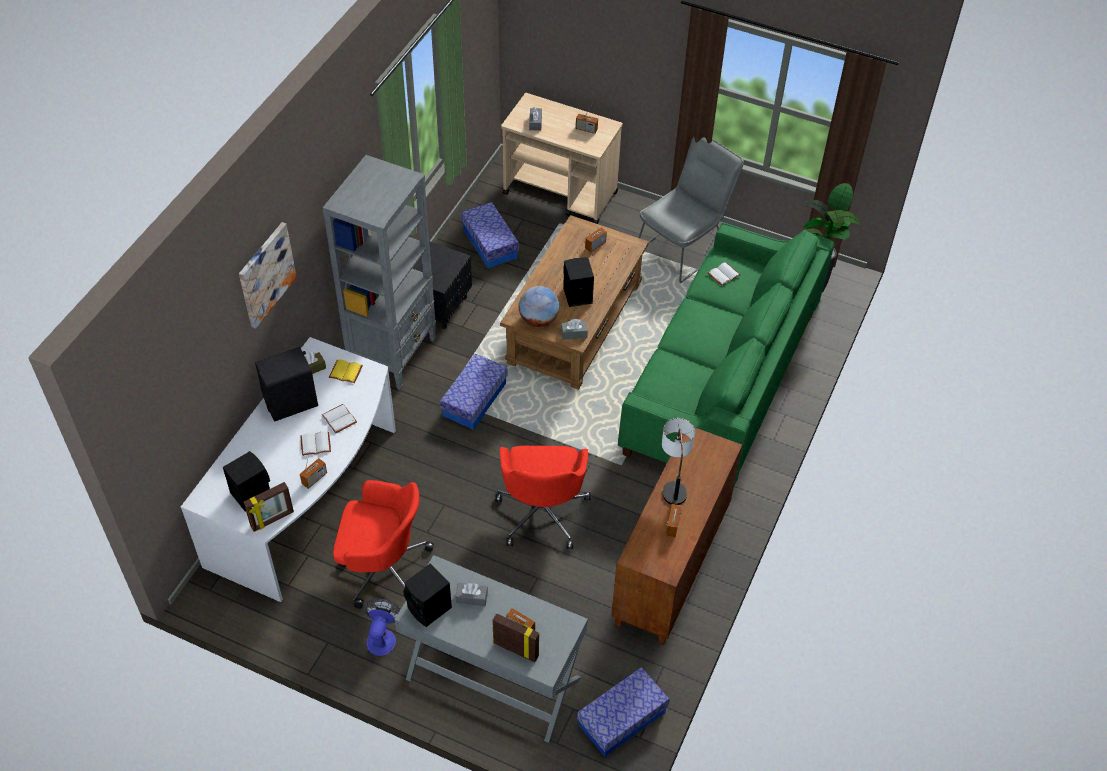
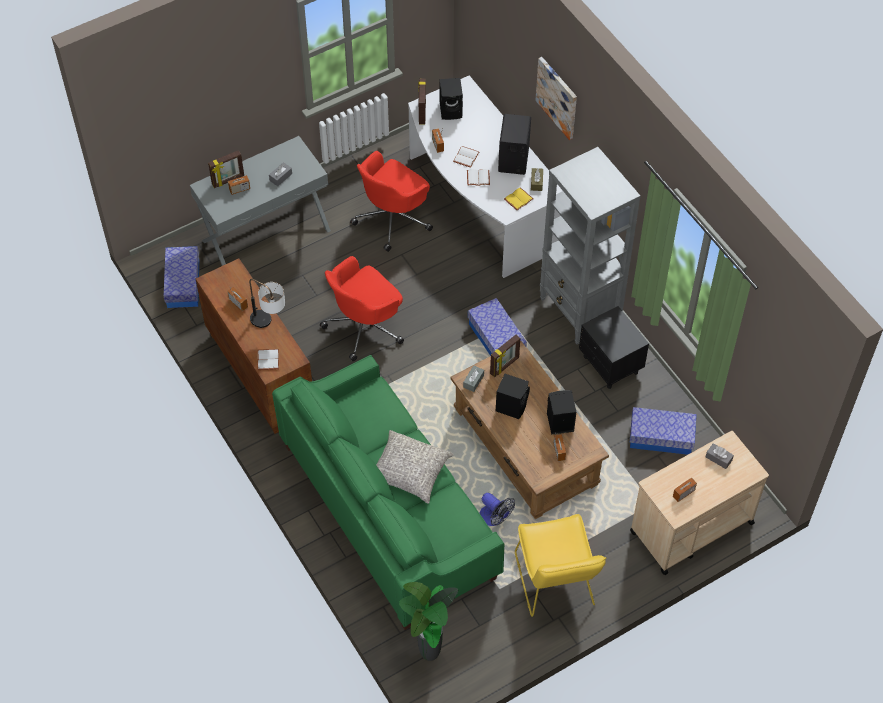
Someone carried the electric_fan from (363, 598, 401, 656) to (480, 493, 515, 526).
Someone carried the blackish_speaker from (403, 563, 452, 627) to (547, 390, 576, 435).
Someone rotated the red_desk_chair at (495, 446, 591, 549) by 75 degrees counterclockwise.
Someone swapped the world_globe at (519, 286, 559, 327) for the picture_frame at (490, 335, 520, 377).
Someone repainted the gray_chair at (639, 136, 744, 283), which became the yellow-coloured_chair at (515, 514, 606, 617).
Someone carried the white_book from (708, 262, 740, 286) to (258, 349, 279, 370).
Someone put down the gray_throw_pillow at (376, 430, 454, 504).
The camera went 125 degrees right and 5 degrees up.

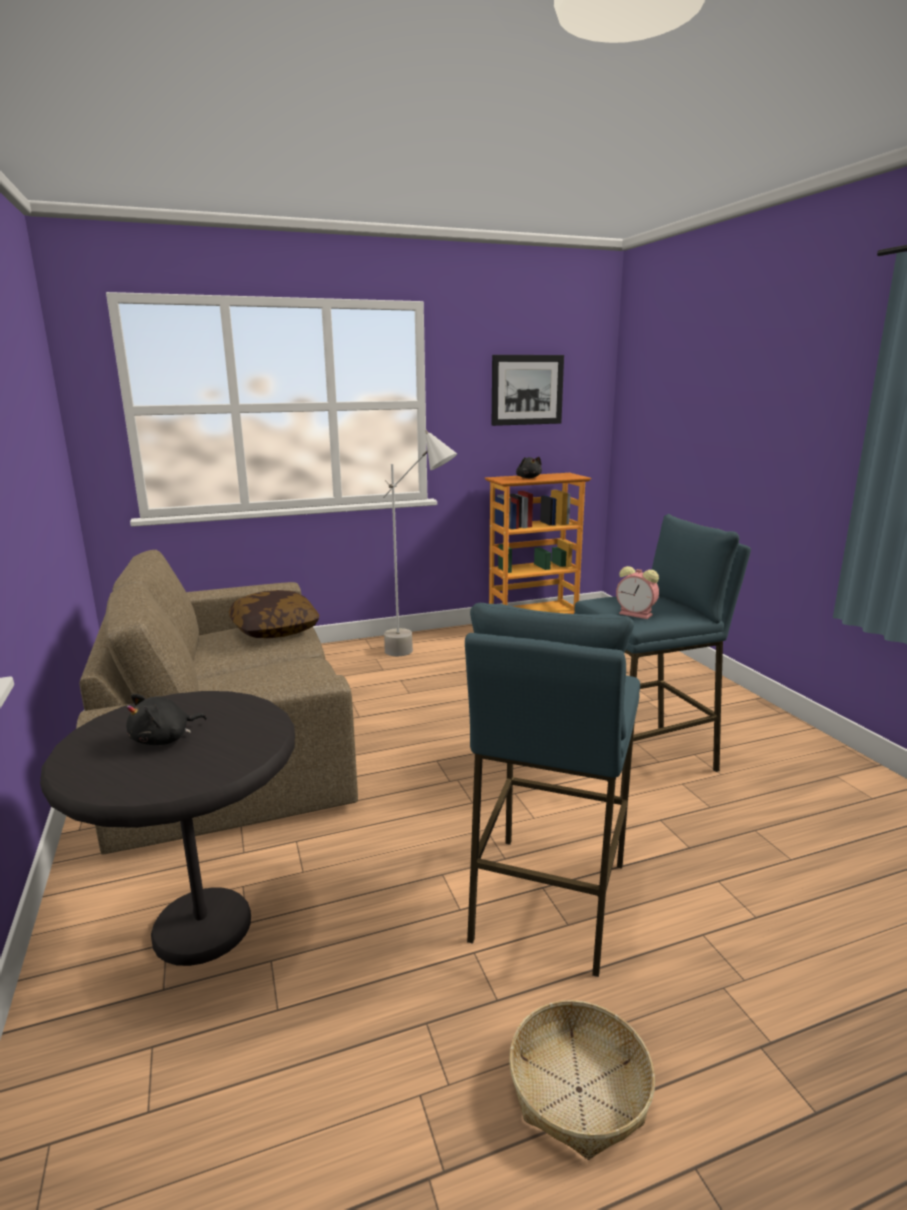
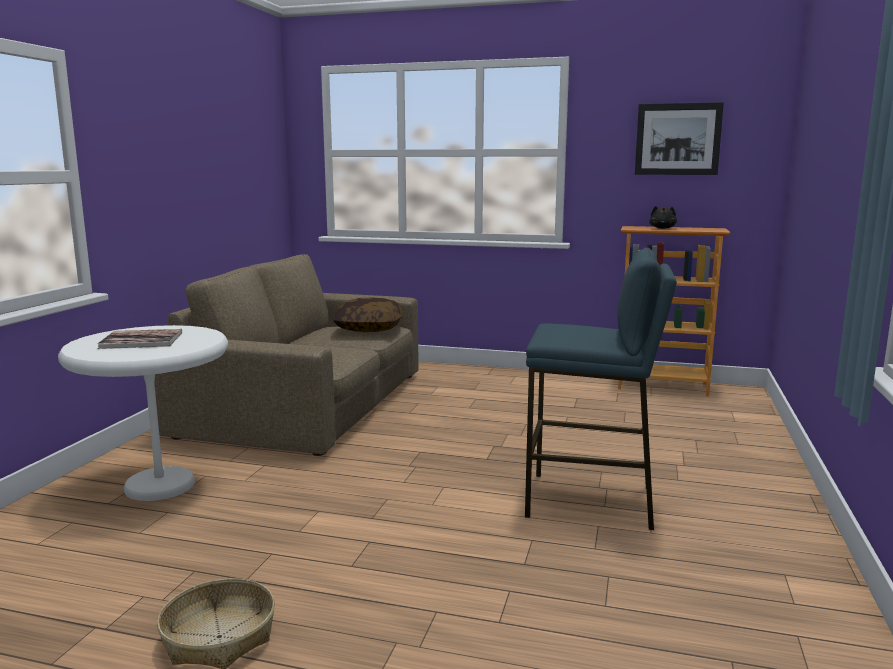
Someone repainted the blackish_side_table at (40, 691, 295, 966), which became the white_side_table at (58, 325, 228, 501).
Someone swapped the blackish_soft_toy at (126, 694, 207, 745) for the book at (97, 329, 182, 349).
Someone took away the gray_standing_lamp at (383, 430, 457, 656).
Someone took away the blue-coloured_stool_seat at (465, 603, 640, 977).
Someone took away the bedside_clock at (616, 566, 659, 619).
The camera went 35 degrees right and 5 degrees down.

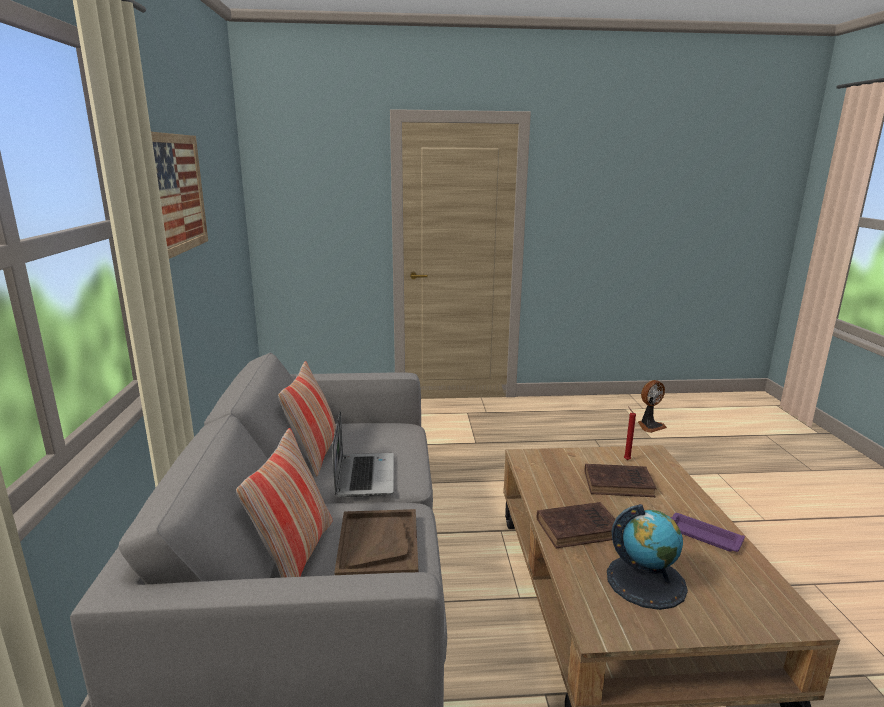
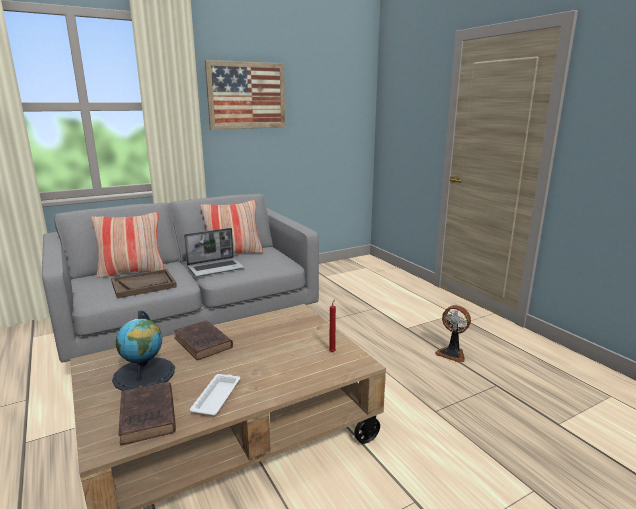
Someone carried the brown-coloured_book from (584, 464, 657, 497) to (118, 382, 176, 445).
Someone carried the electric_fan from (638, 380, 667, 433) to (435, 305, 471, 363).
Someone repainted the purple-coloured_tray at (671, 513, 745, 552), which became the white_tray at (189, 374, 240, 415).
The camera went 65 degrees right and 0 degrees up.

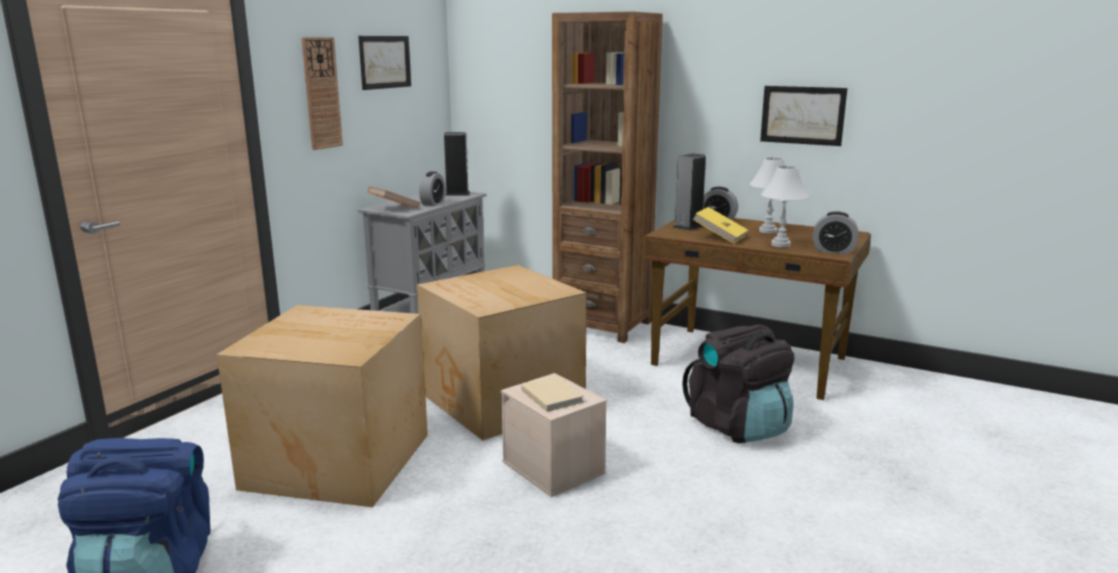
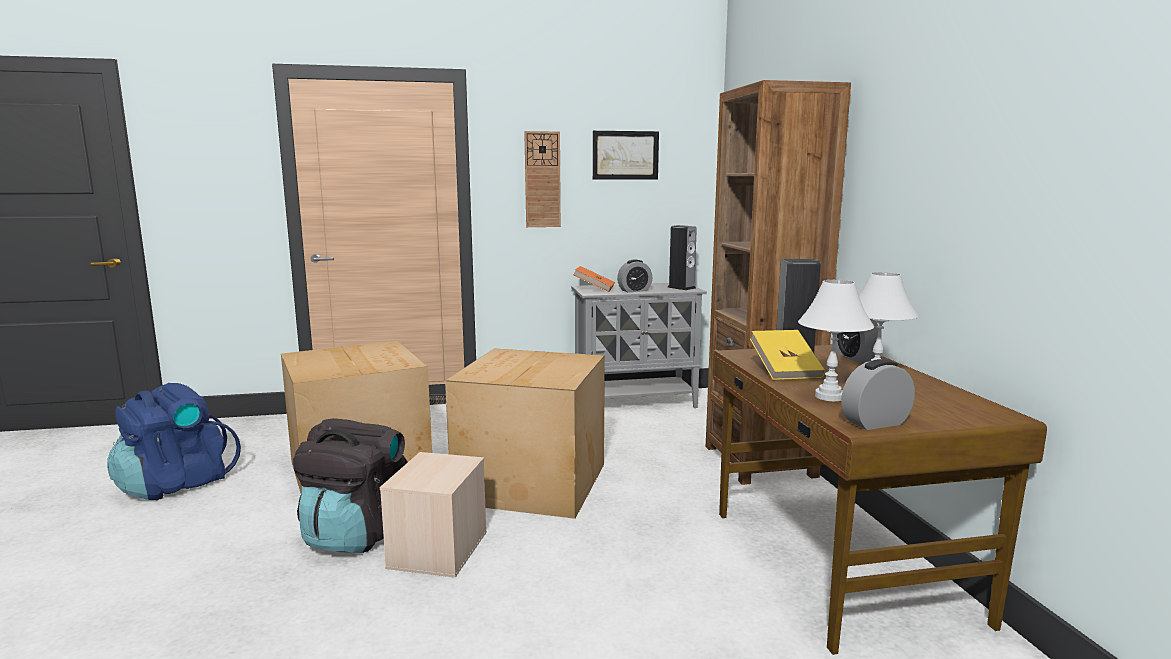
Someone took away the beige_book at (521, 376, 584, 412).
Someone carried the blackish_backpack from (682, 324, 794, 443) to (293, 418, 408, 553).
Someone took away the wall_picture at (760, 86, 848, 146).
Someone rotated the bedside_clock at (813, 211, 859, 254) by 90 degrees clockwise.
The camera went 50 degrees right and 5 degrees down.

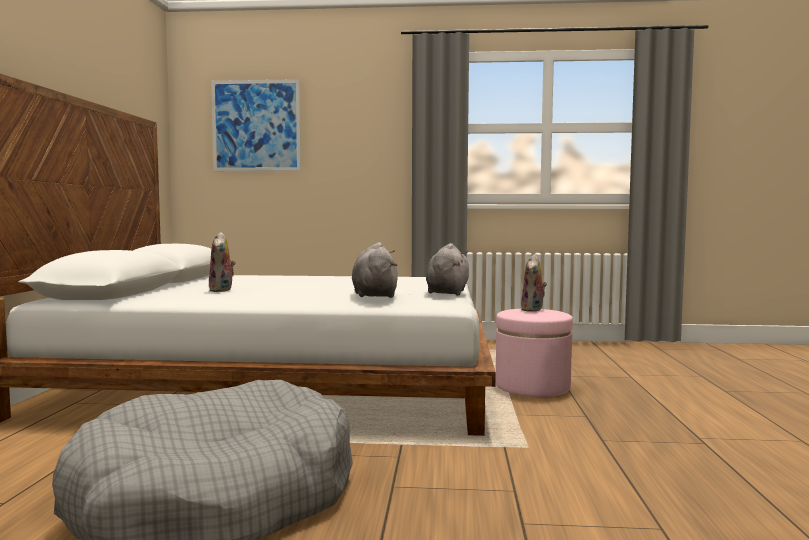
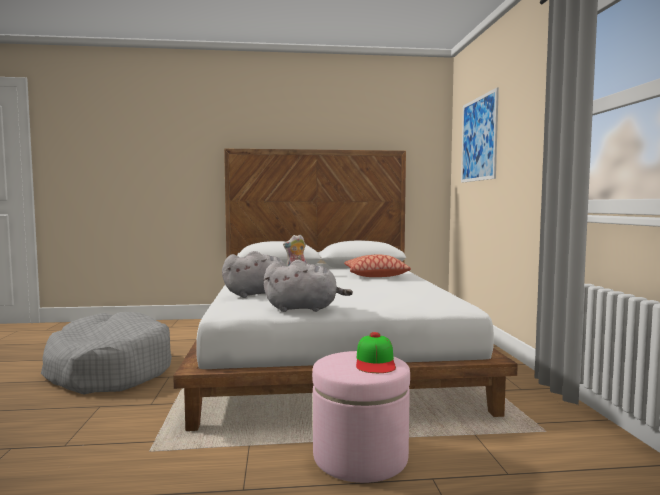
Someone swapped the soft_toy at (521, 254, 547, 312) for the peaked_cap at (356, 332, 396, 373).
Someone put down the throw_pillow at (344, 255, 411, 277).
The camera went 80 degrees right and 0 degrees up.

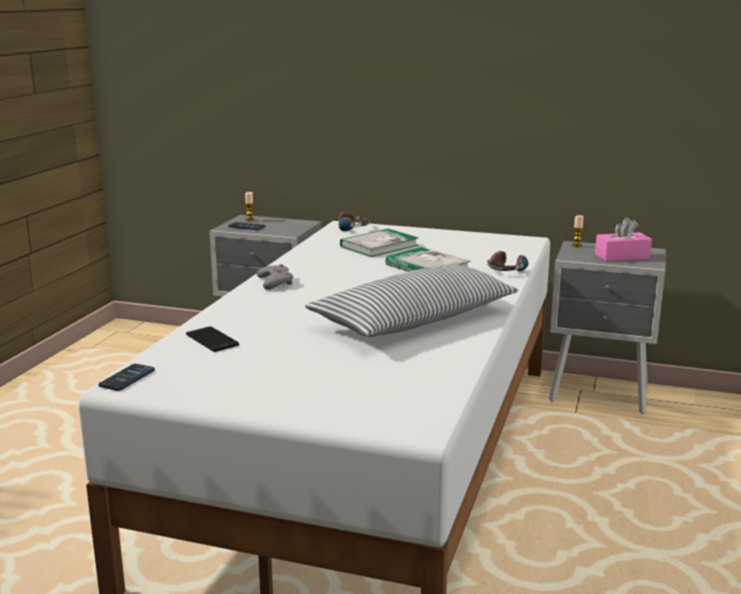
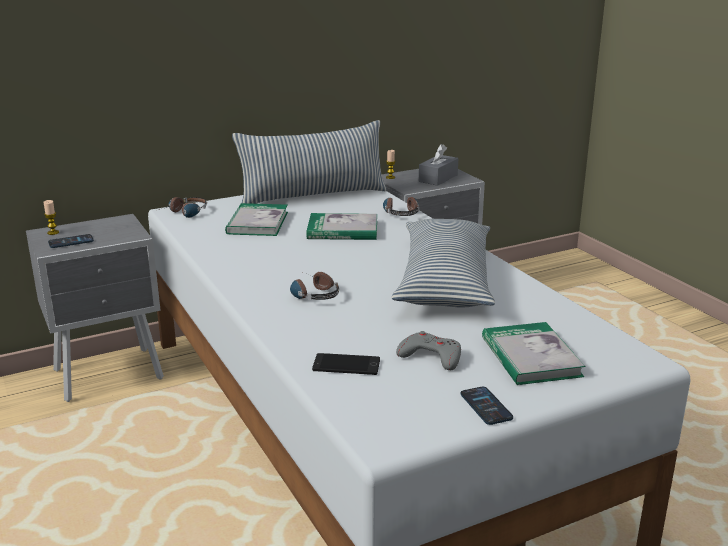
Someone carried the telephone from (99, 364, 155, 391) to (461, 387, 513, 425).
Someone carried the gray_gamepad from (257, 264, 293, 290) to (396, 331, 461, 370).
Someone repainted the pink-coloured_box_of_tissues at (595, 217, 652, 262), which became the gray_box_of_tissues at (419, 144, 458, 186).
Someone put down the throw_pillow at (232, 120, 387, 204).
Someone put down the pair_of_headphones at (290, 272, 339, 300).
Someone put down the book at (482, 322, 586, 385).
The camera went 45 degrees left and 5 degrees up.

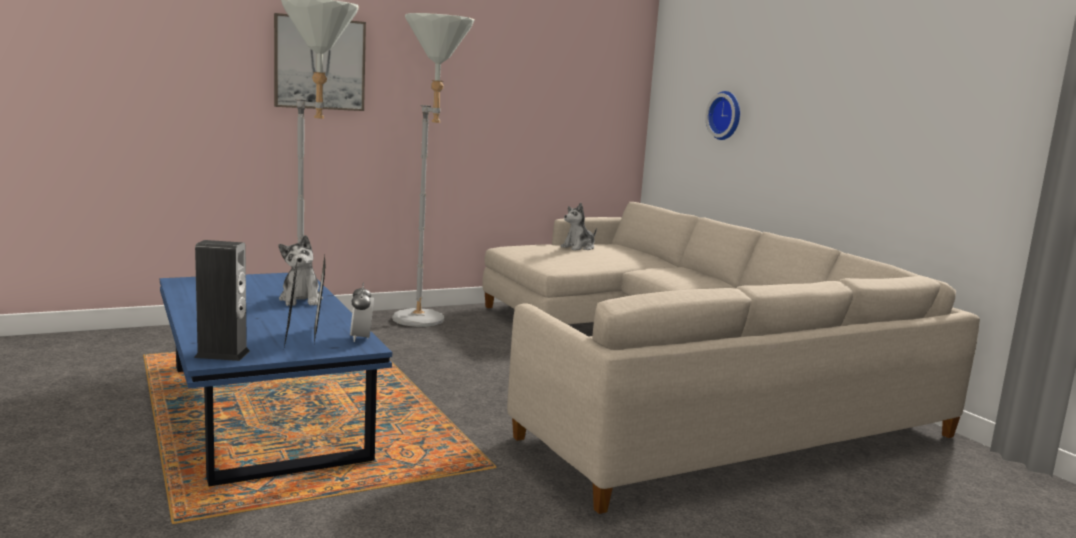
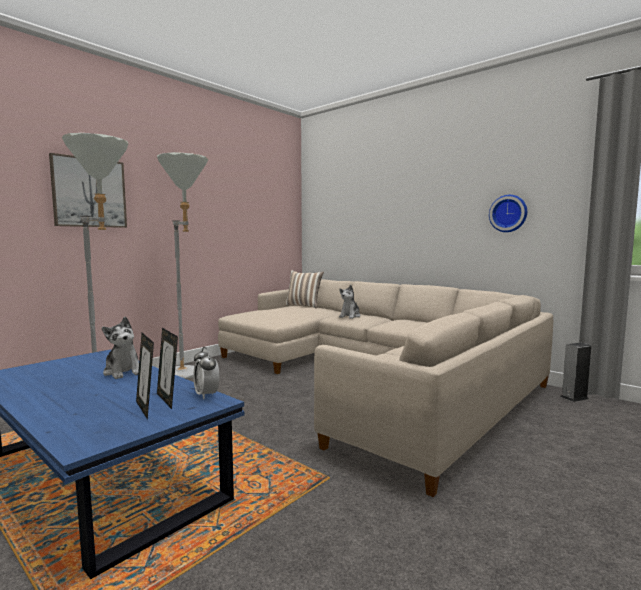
Someone carried the speaker from (194, 240, 250, 361) to (560, 343, 591, 402).
Someone carried the soft_toy from (561, 203, 597, 251) to (339, 285, 360, 319).
Someone carried the hanging_clock from (705, 91, 740, 140) to (489, 195, 527, 232).
Someone put down the throw_pillow at (285, 270, 324, 308).
The camera went 20 degrees left and 5 degrees down.

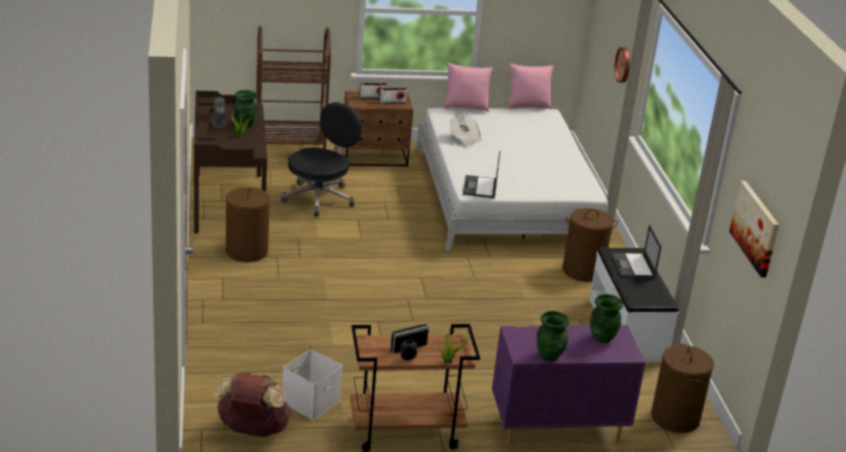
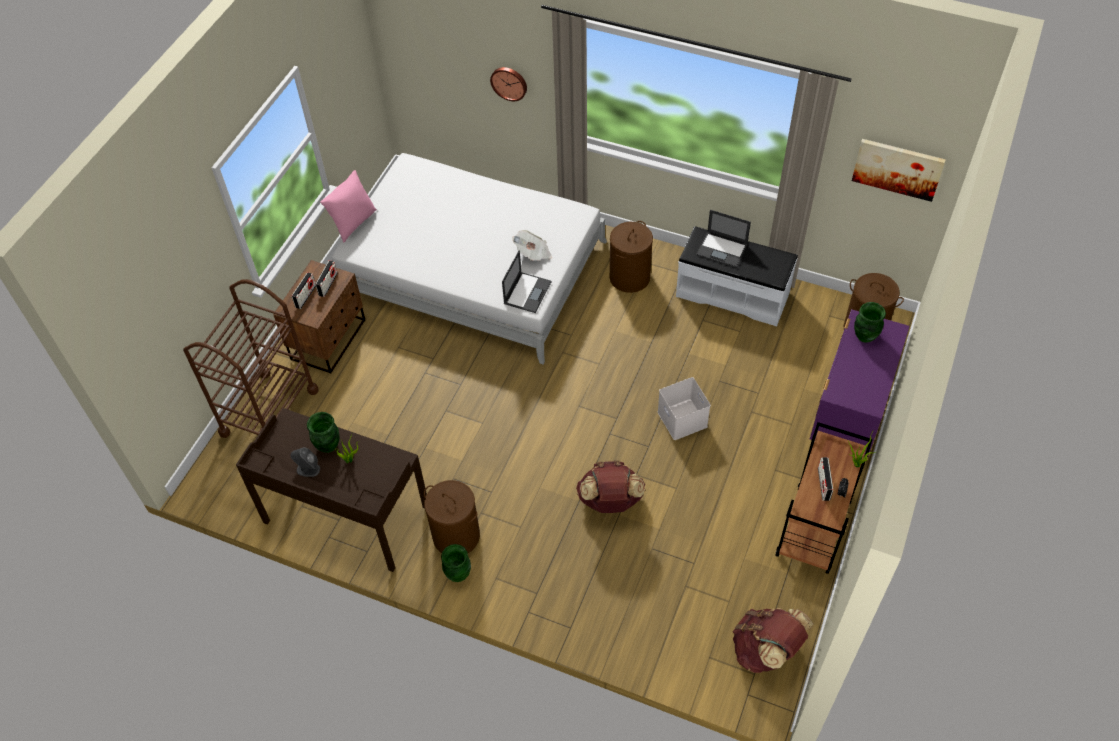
Someone took away the blackish_desk_chair at (281, 102, 362, 217).
Someone carried the white_storage_container from (282, 349, 343, 420) to (657, 377, 711, 440).
Someone carried the newspaper from (449, 114, 482, 147) to (512, 230, 552, 261).
Someone rotated the portable_computer at (463, 151, 500, 199) by 105 degrees counterclockwise.
Someone took away the pink-coloured_throw_pillow at (508, 64, 554, 109).
Someone carried the greenish_vase from (537, 311, 570, 361) to (441, 544, 471, 582).
Someone put down the brown-coloured_backpack at (576, 460, 645, 513).
The camera went 55 degrees left and 25 degrees up.

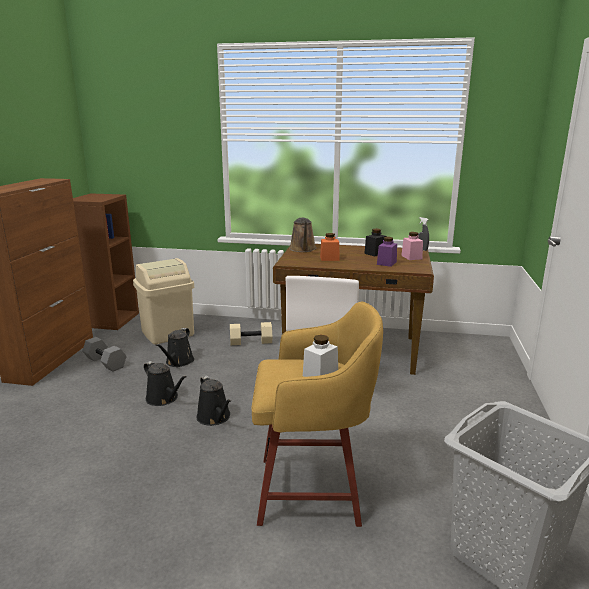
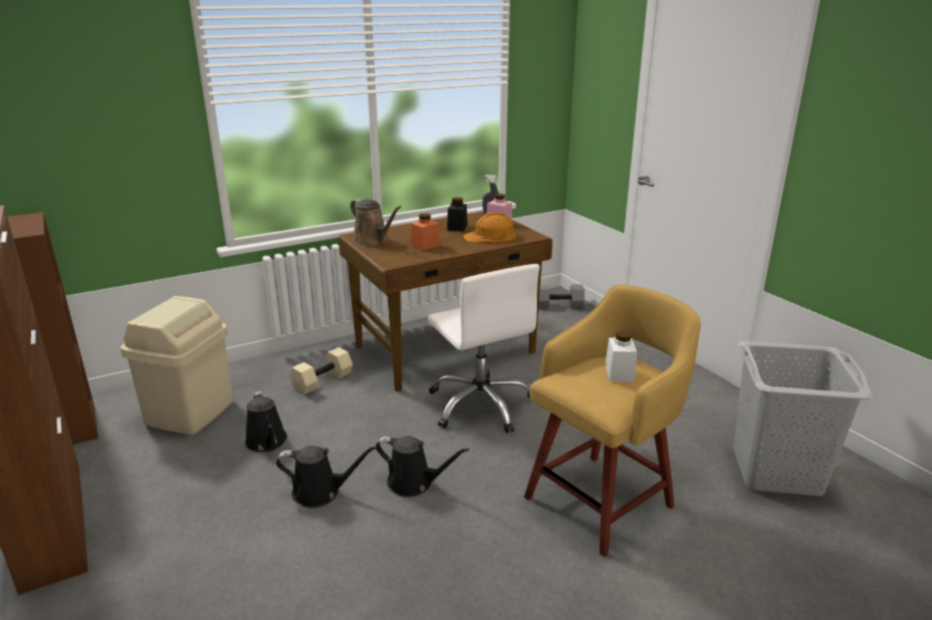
Someone carried the gray_free_weight from (82, 337, 127, 372) to (539, 285, 585, 308).
Someone swapped the purple-coloured_jar at (377, 237, 397, 267) for the orange-coloured_hard_hat at (463, 212, 516, 243).
The camera went 40 degrees left and 5 degrees up.

